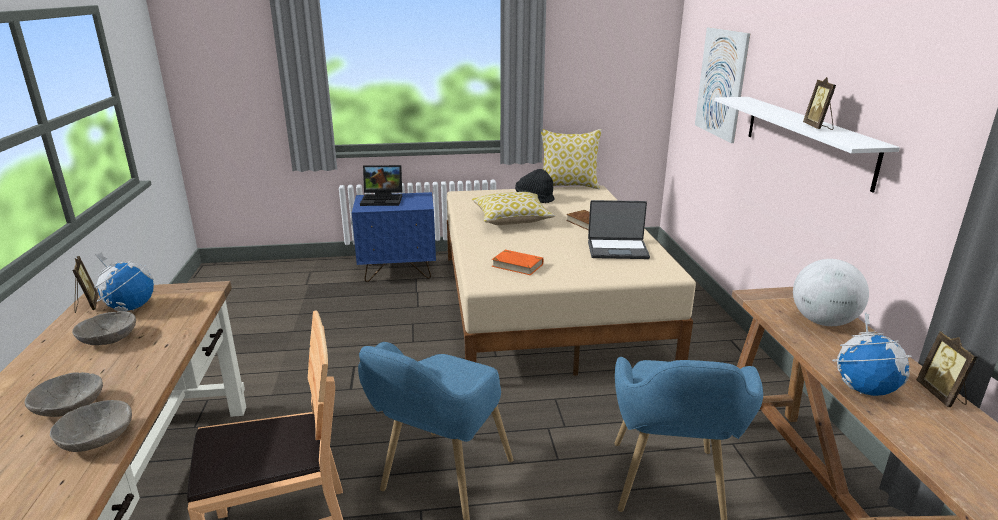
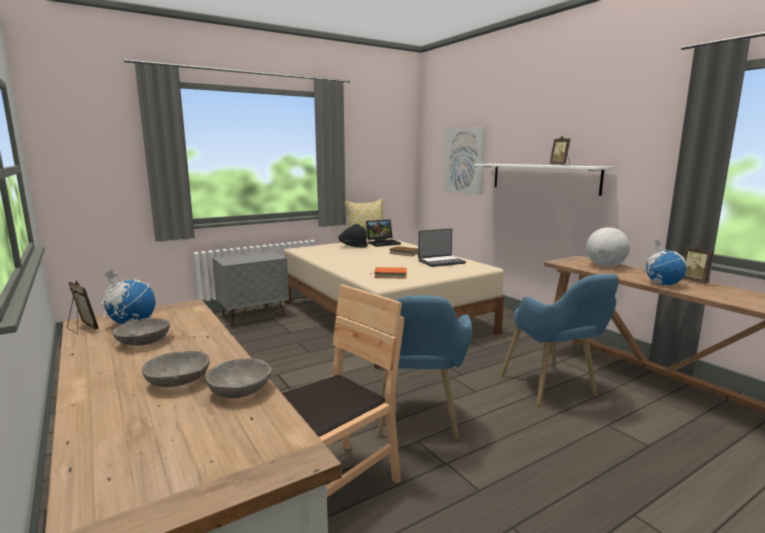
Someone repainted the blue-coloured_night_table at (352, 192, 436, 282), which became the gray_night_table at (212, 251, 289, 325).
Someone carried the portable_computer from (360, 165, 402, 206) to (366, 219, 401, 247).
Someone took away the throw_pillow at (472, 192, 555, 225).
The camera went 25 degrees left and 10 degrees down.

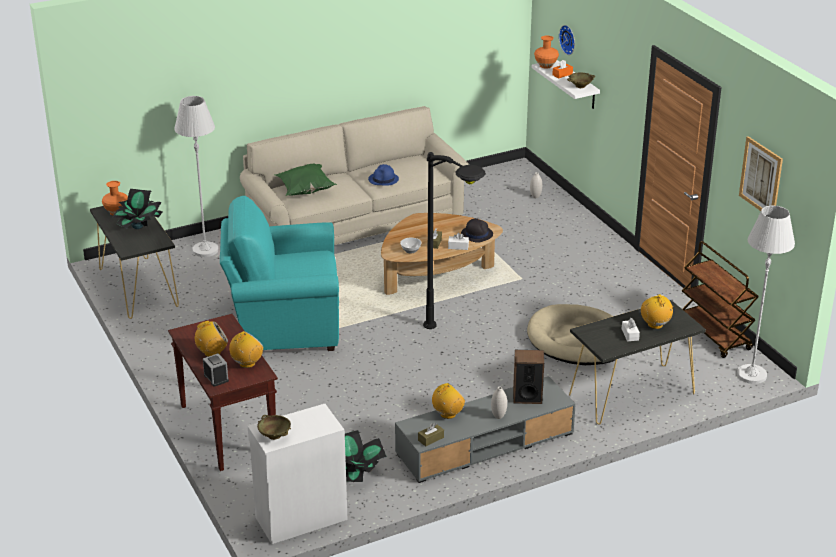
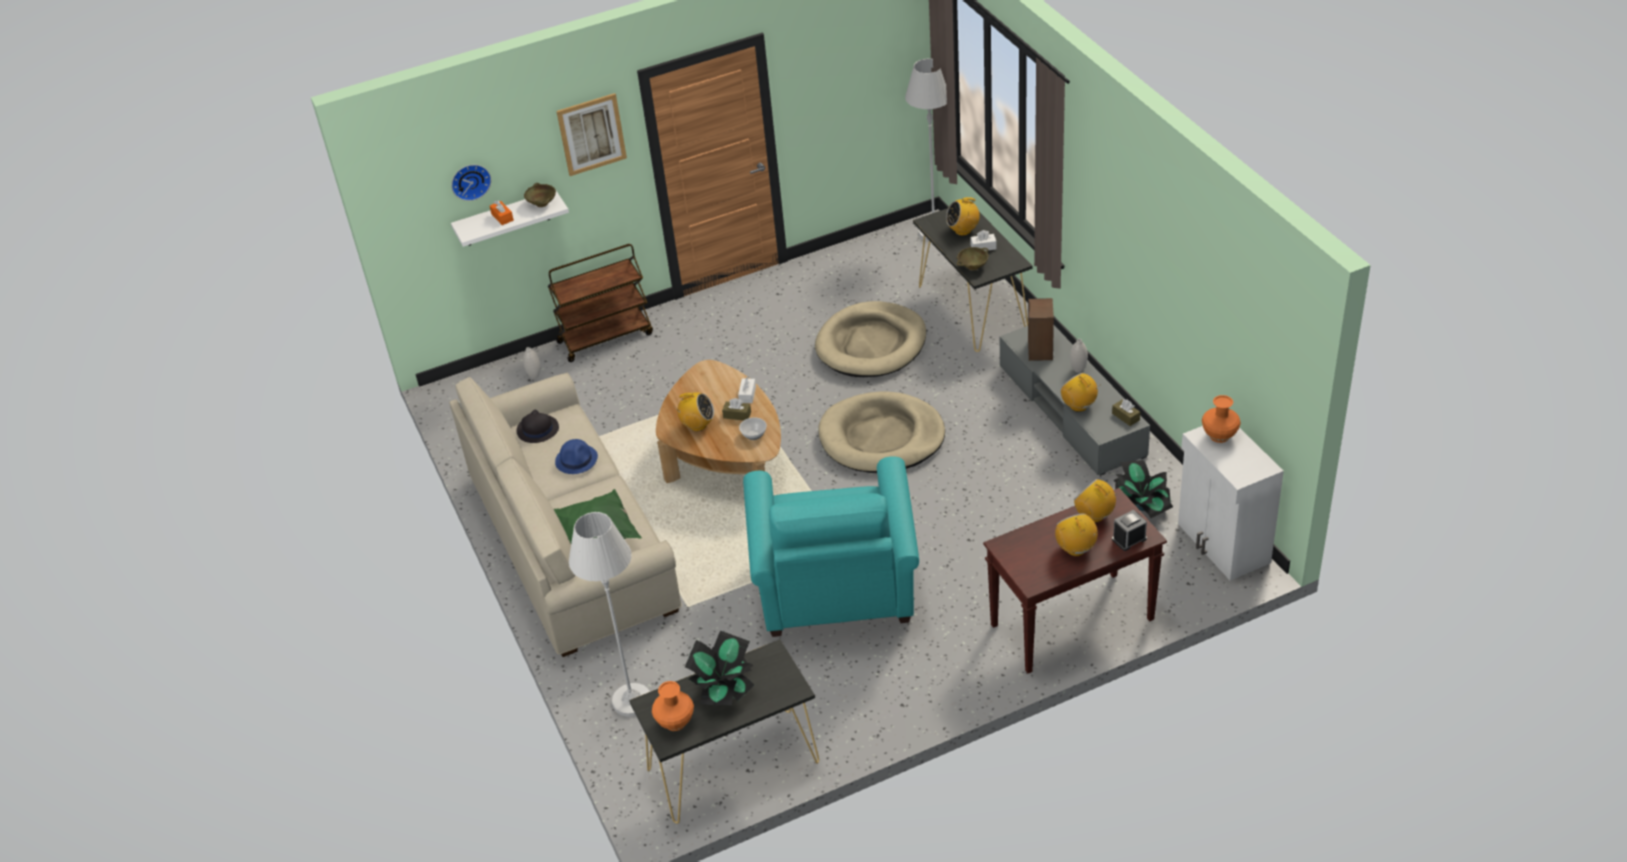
Someone carried the beige_bowl from (257, 415, 291, 440) to (956, 247, 989, 270).
Someone swapped the blackish_standing_lamp at (423, 152, 486, 329) for the beige_dog_bed at (818, 391, 945, 473).
Someone carried the blackish_clothing_hat from (461, 218, 493, 243) to (517, 410, 559, 443).
Someone carried the orange-coloured_vase from (534, 36, 559, 69) to (1202, 395, 1241, 443).
Someone carried the brown-coloured_cart from (682, 241, 759, 358) to (548, 244, 653, 362).
Someone carried the wall_picture from (739, 136, 783, 211) to (556, 93, 627, 176).
Someone put down the radio_set at (673, 392, 714, 431).
The camera went 85 degrees left and 10 degrees up.

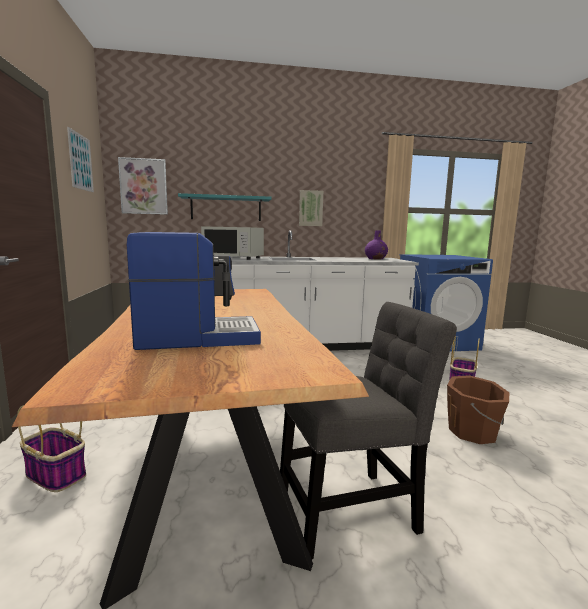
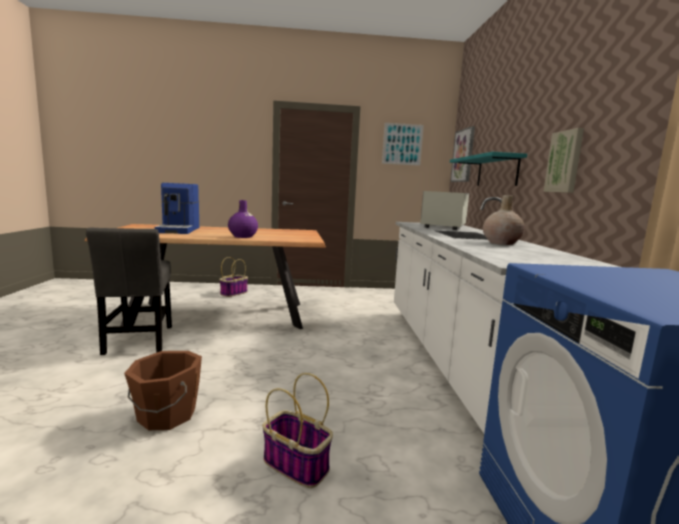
Someone carried the purple-coloured_vase from (365, 230, 388, 259) to (228, 200, 258, 238).
Someone put down the beige_vase at (483, 195, 525, 245).
The camera went 95 degrees right and 0 degrees up.

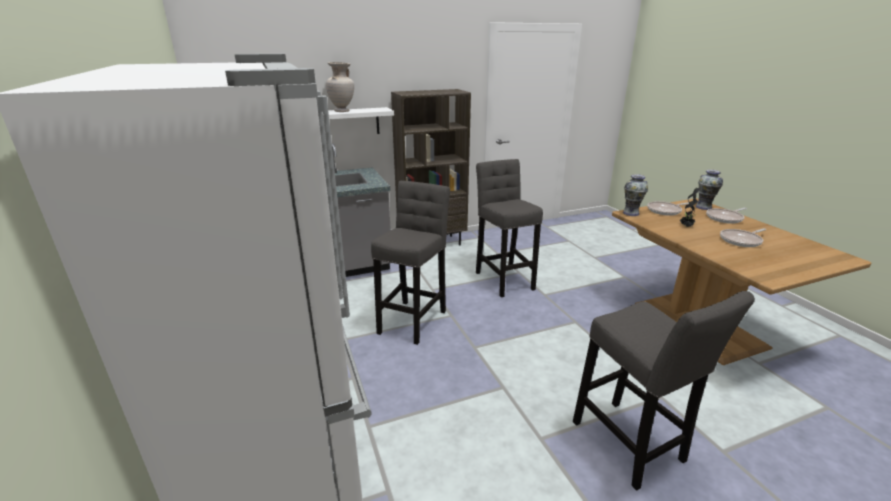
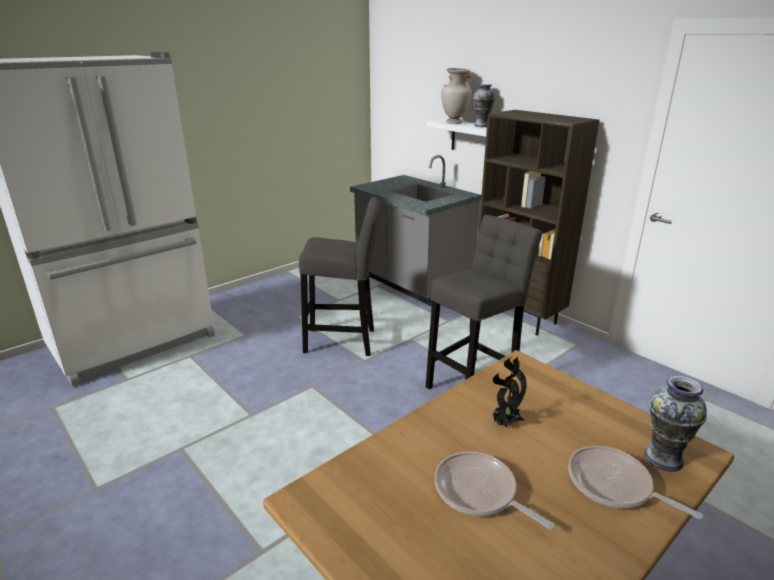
Someone took away the gray_stool_seat at (573, 291, 755, 491).
Someone carried the vase from (623, 174, 648, 216) to (473, 84, 495, 127).
Someone took away the skillet at (647, 201, 689, 216).
The camera went 70 degrees right and 0 degrees up.

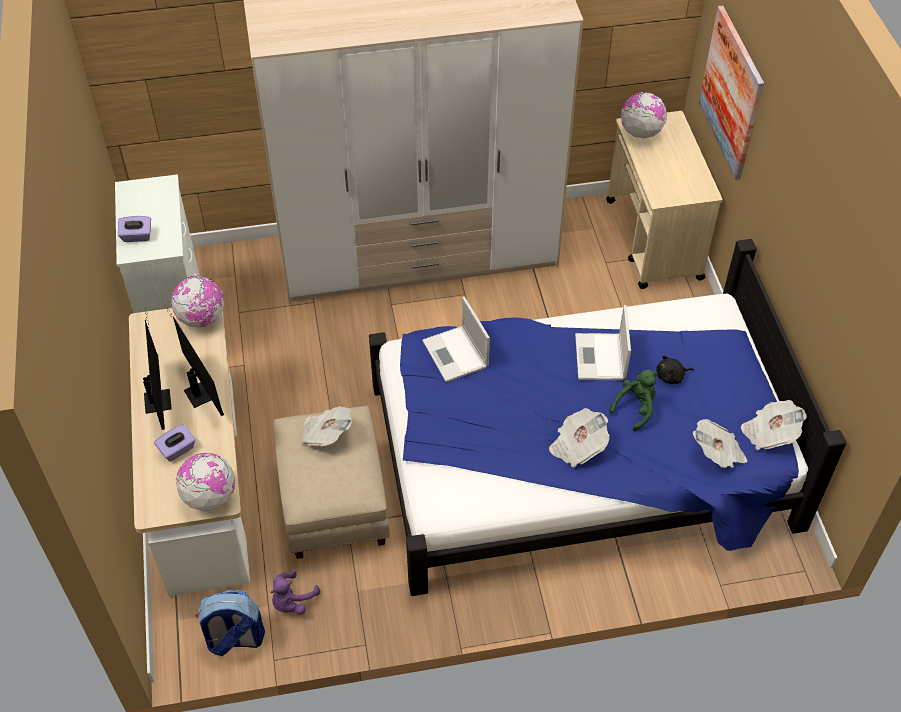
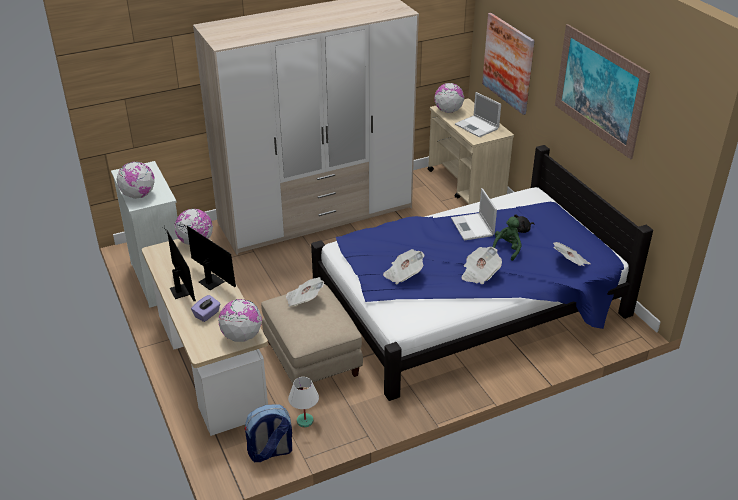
Someone swapped the purple-coloured_box_of_tissues at (118, 216, 151, 242) for the world_globe at (116, 161, 155, 199).
Someone swapped the purple-coloured_soft_toy at (270, 571, 320, 615) for the white_tabletop_lamp at (288, 377, 319, 427).
Someone carried the portable_computer from (422, 297, 490, 382) to (455, 92, 501, 138).
Someone carried the newspaper from (741, 400, 807, 450) to (383, 249, 425, 284).
Someone put up the wall_picture at (555, 24, 650, 159).
The camera went 15 degrees left and 15 degrees down.

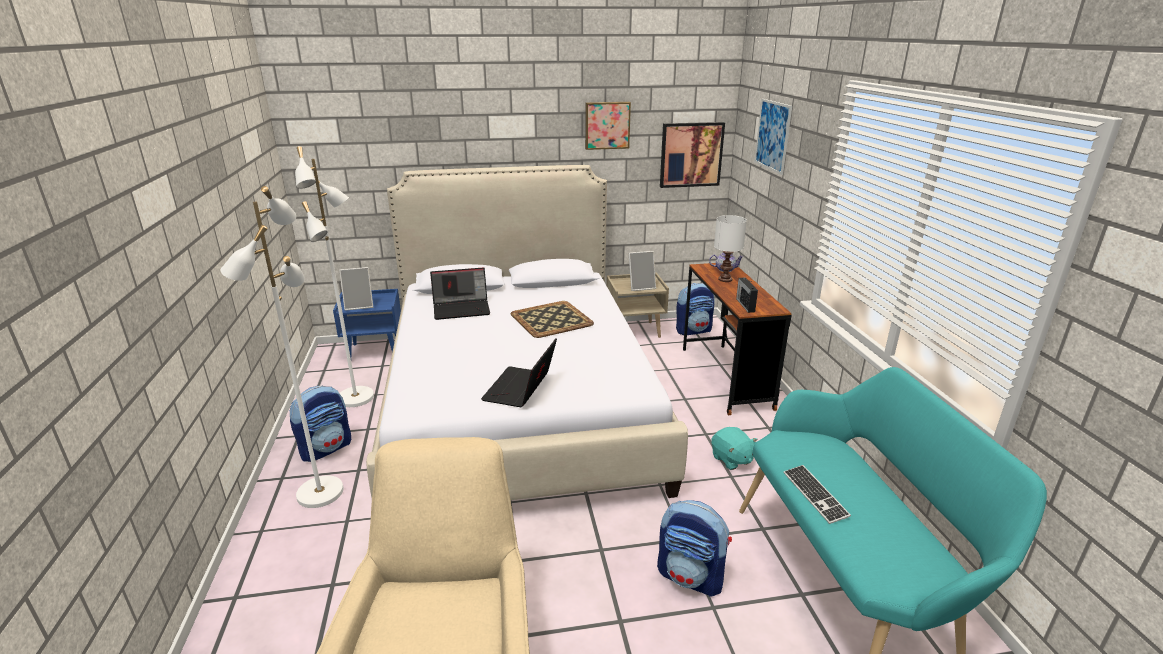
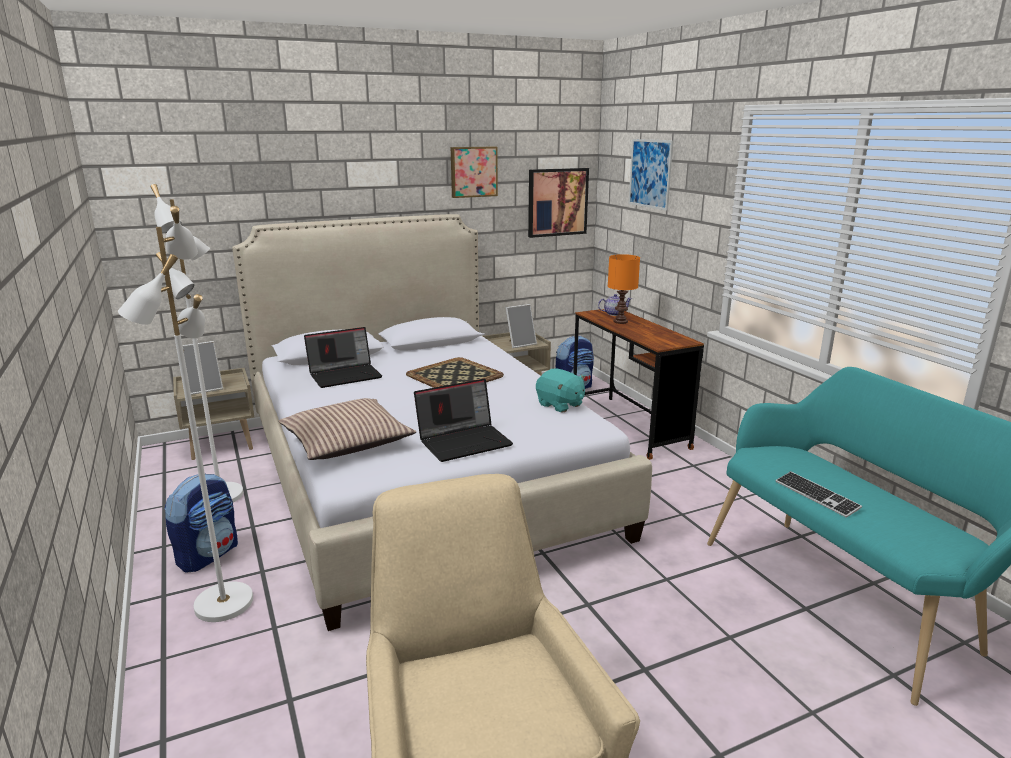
Someone repainted the blue-coloured_night_table at (333, 289, 401, 357), which became the beige_night_table at (173, 368, 254, 460).
Someone rotated the portable_computer at (481, 338, 557, 407) by 120 degrees counterclockwise.
Someone took away the backpack at (657, 500, 732, 597).
Someone carried the turquoise-coloured_soft_toy from (711, 427, 758, 470) to (536, 368, 586, 413).
Someone repainted the white_tabletop_lamp at (714, 215, 747, 282), which became the orange-coloured_tabletop_lamp at (608, 254, 640, 324).
Someone took away the radio_set at (736, 278, 758, 313).
Someone put down the throw_pillow at (279, 398, 416, 460).
The camera went 15 degrees left and 5 degrees down.

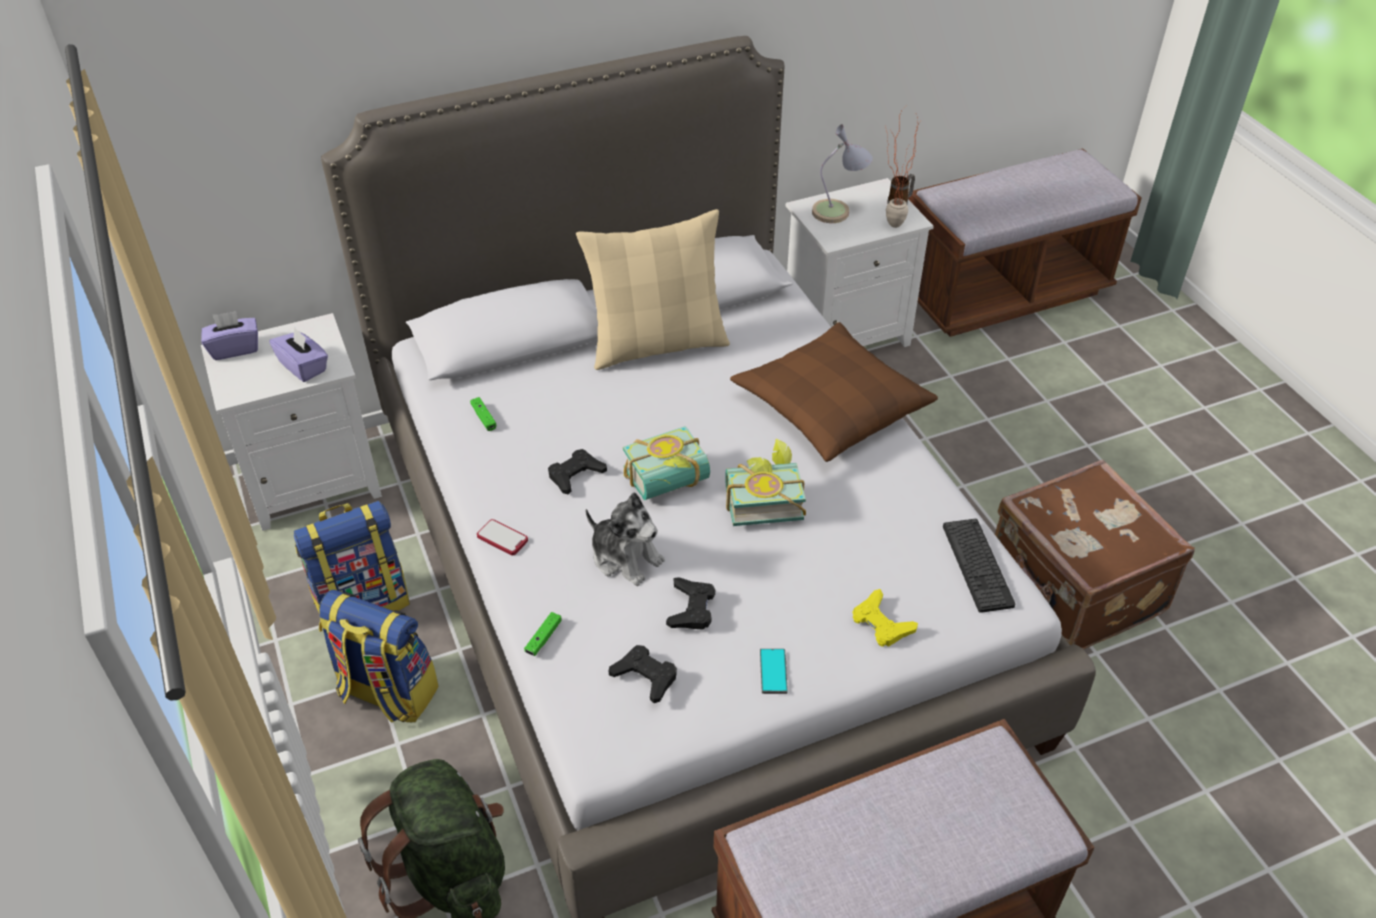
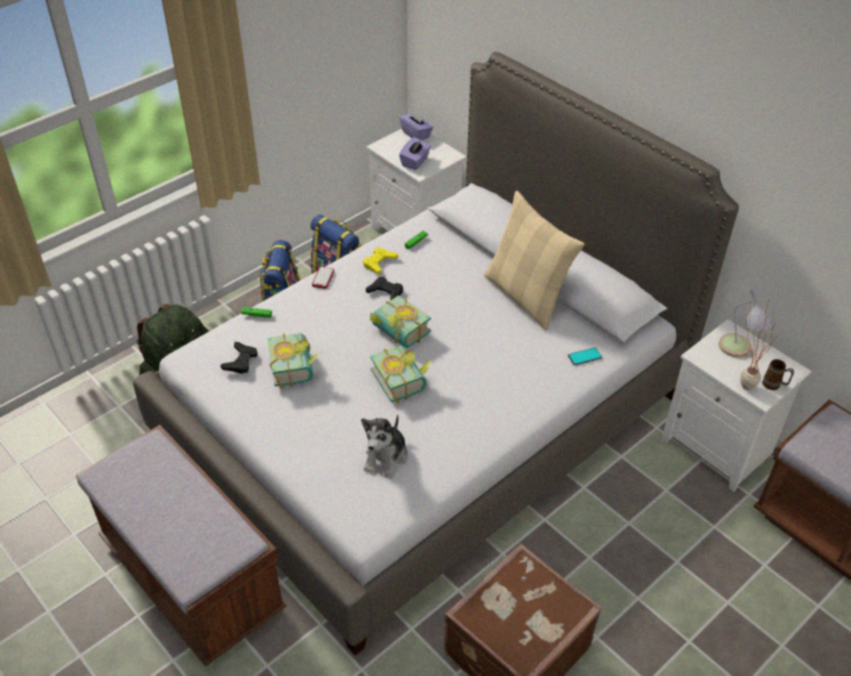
Someone carried the soft_toy from (586, 492, 665, 586) to (361, 414, 408, 479).
Someone swapped the blackish_gamepad at (666, 577, 715, 630) for the book at (267, 333, 321, 388).
Someone took away the brown-coloured_throw_pillow at (730, 322, 938, 462).
Someone carried the telephone from (760, 649, 788, 694) to (568, 347, 602, 366).
Someone carried the yellow-coloured_gamepad from (852, 589, 918, 647) to (363, 247, 398, 274).
Someone took away the PC_keyboard at (943, 519, 1015, 613).
The camera went 70 degrees right and 0 degrees up.

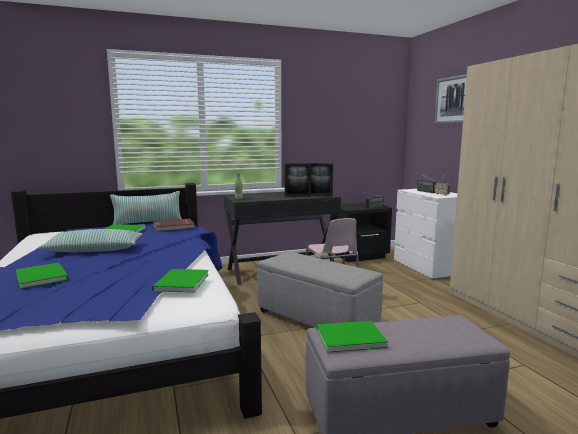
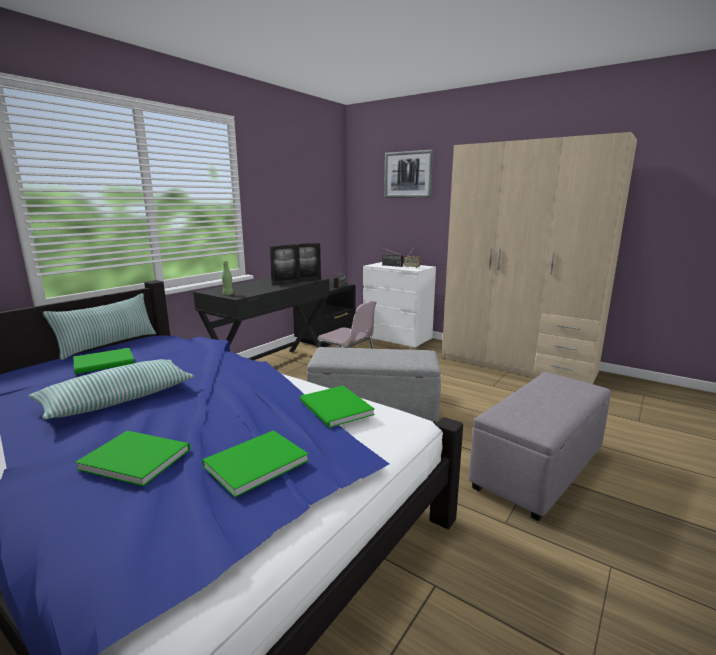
Someone took away the red_book at (153, 219, 195, 231).
Someone carried the greenish_book from (316, 321, 388, 353) to (202, 430, 309, 497).
The camera went 35 degrees left and 5 degrees up.

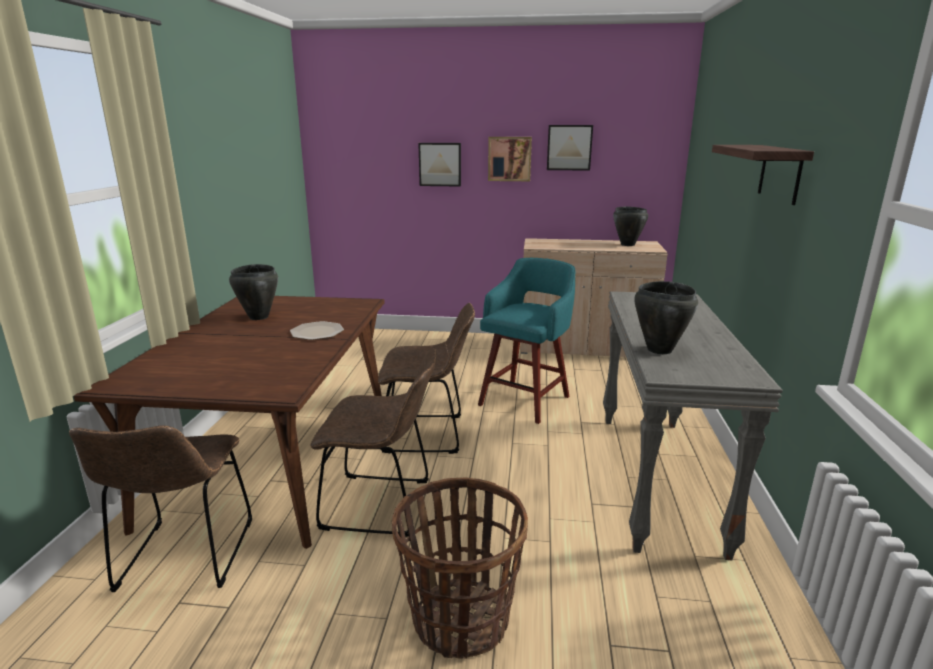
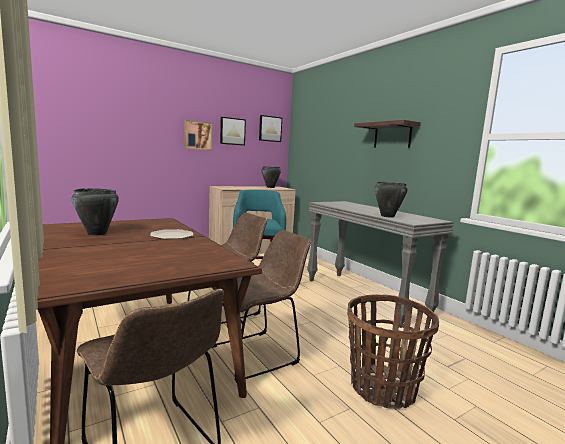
Someone carried the wall_picture from (418, 143, 461, 187) to (259, 115, 282, 142).
The camera went 40 degrees left and 10 degrees down.

